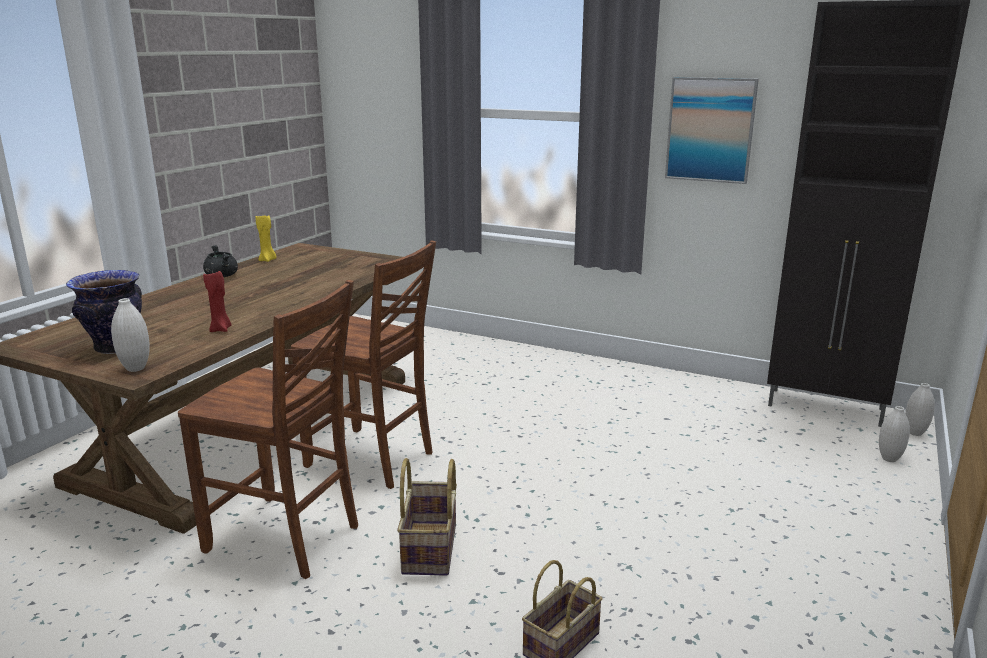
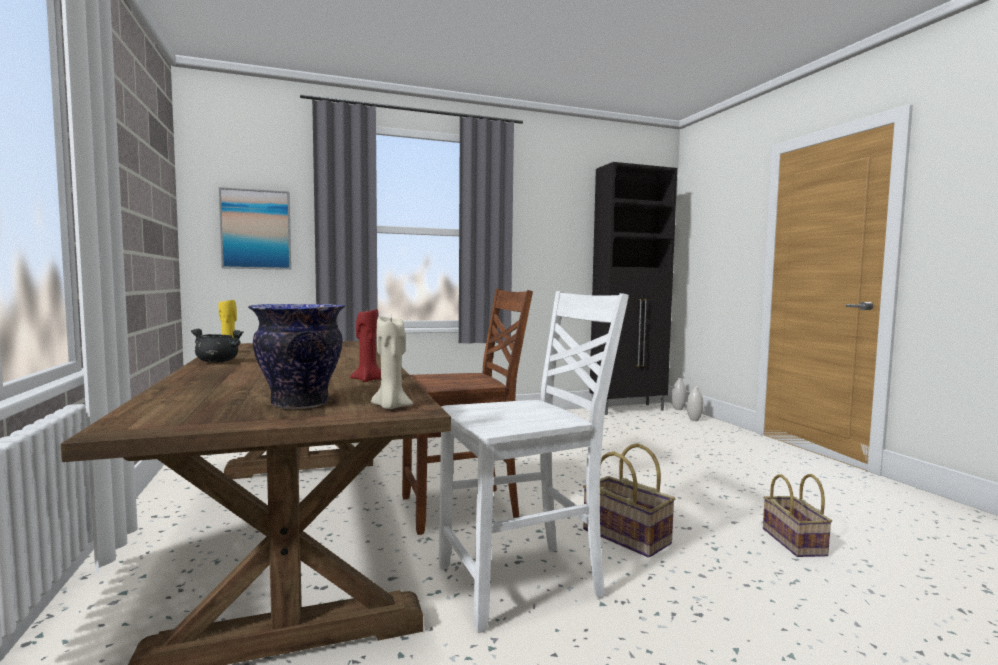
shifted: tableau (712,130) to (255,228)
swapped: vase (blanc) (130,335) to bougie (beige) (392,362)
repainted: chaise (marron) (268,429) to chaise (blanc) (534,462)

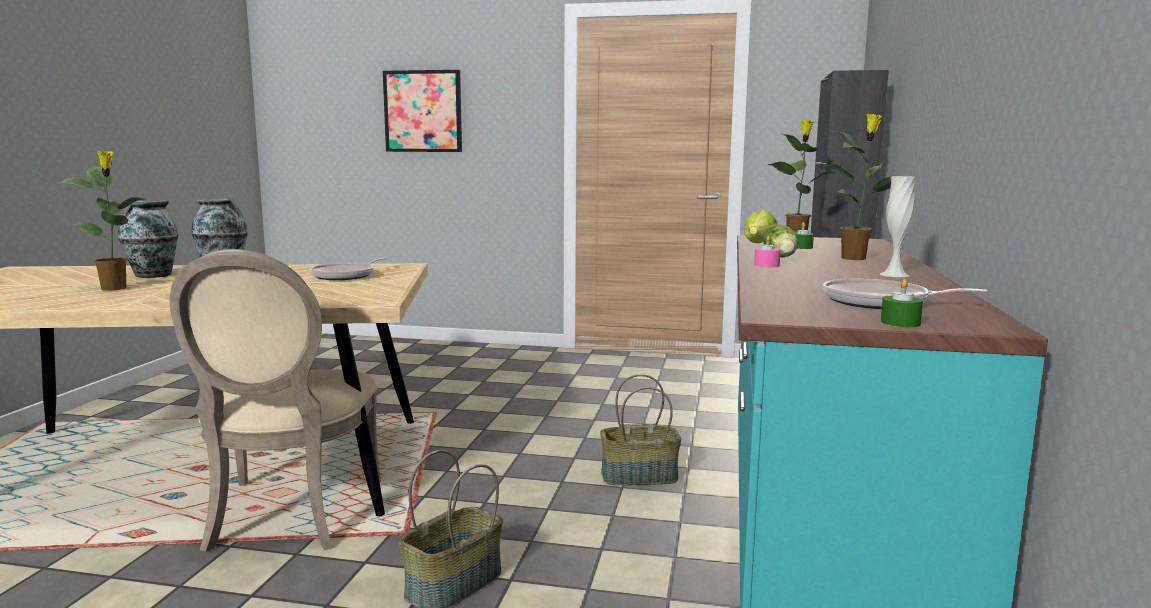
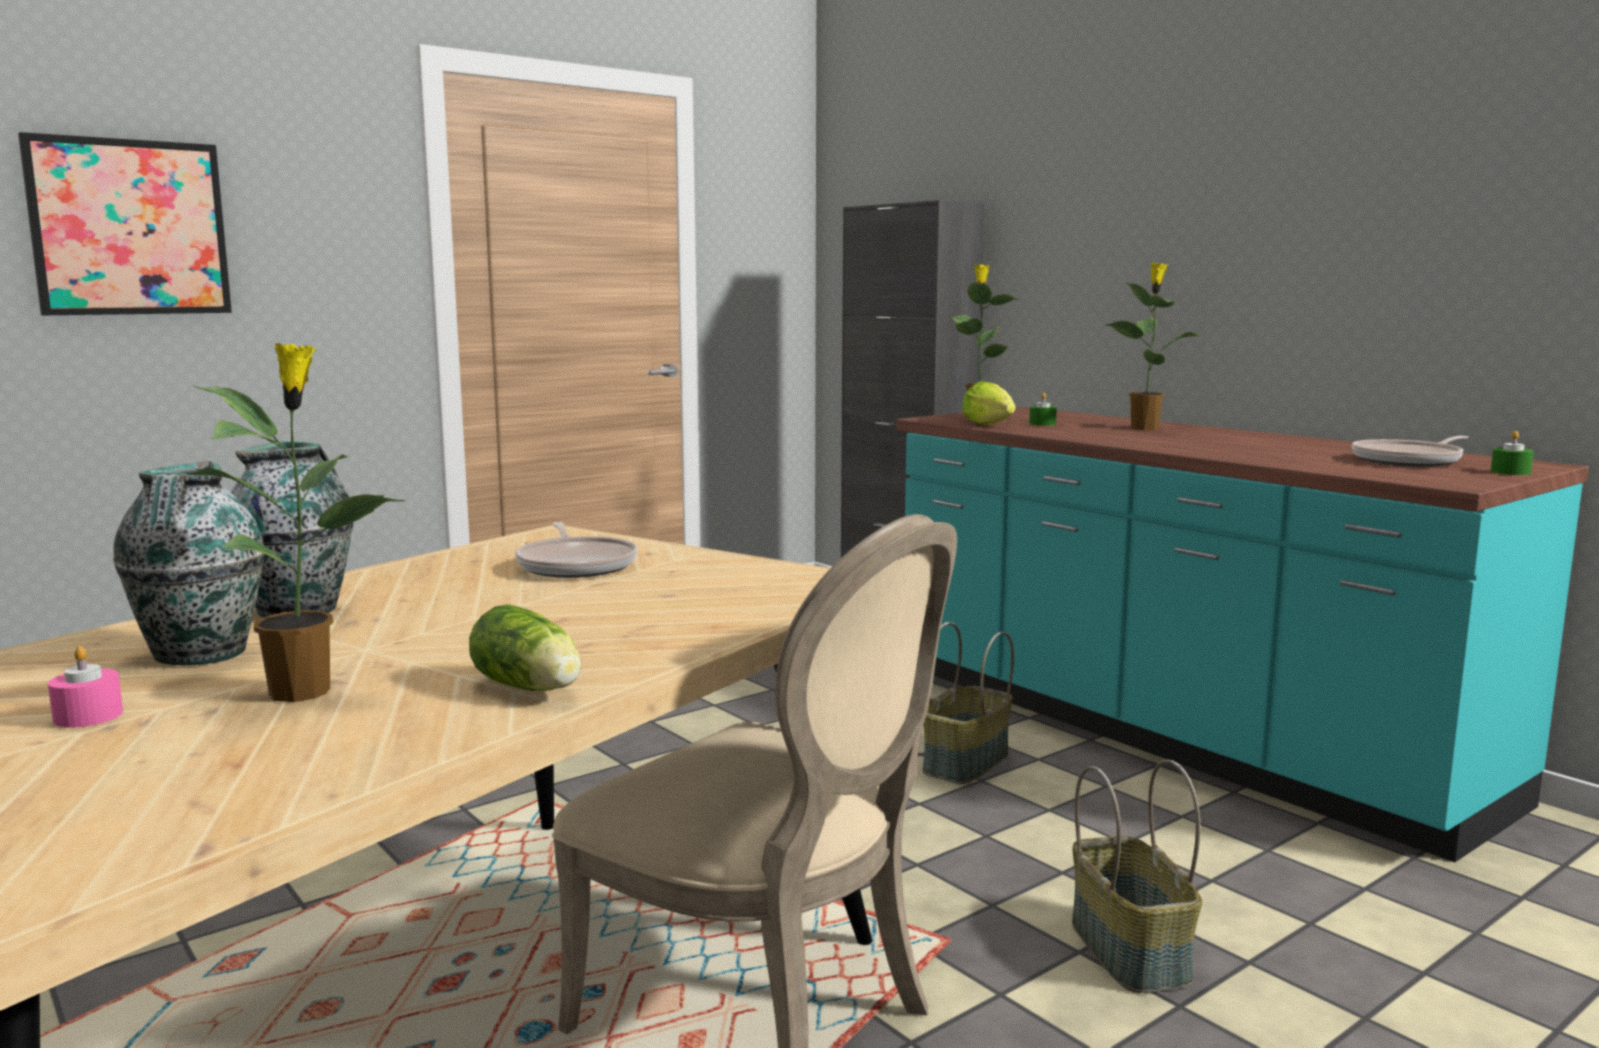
gone: vase (blanc) (898,226)
shifted: bougie (rose) (767,251) to (85,687); laitue (780,240) to (525,647)

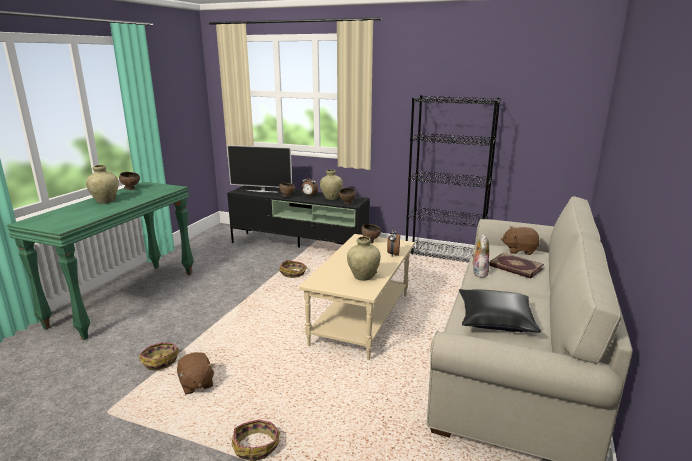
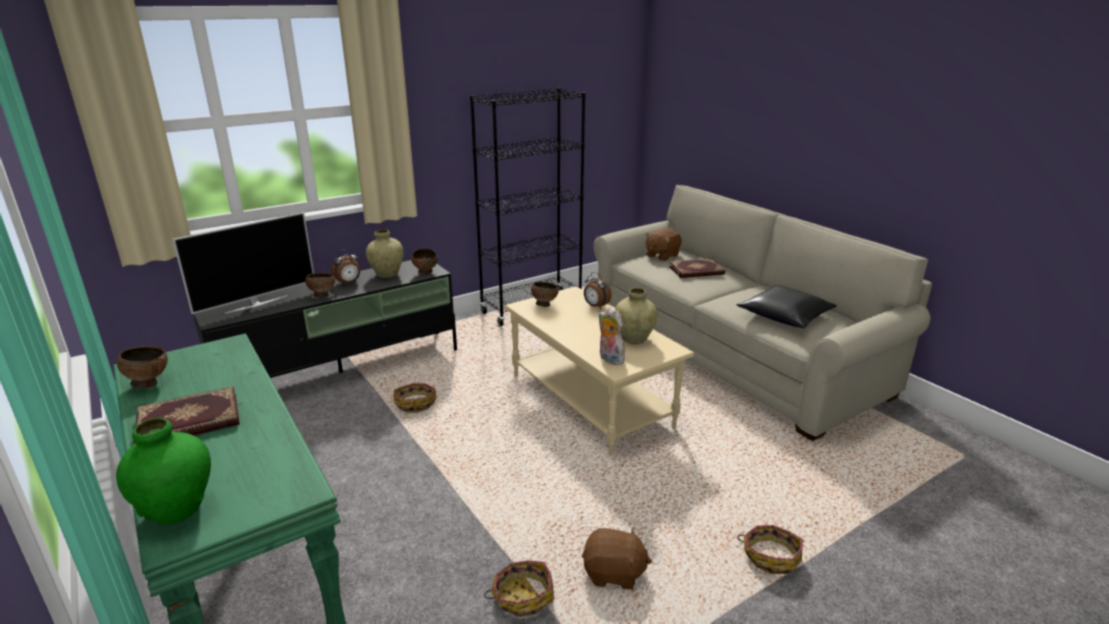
new: vase (vert) (163,471)
shifted: peluche (480,256) to (611,336)
swapped: vase (beige) (102,184) to livre (187,415)

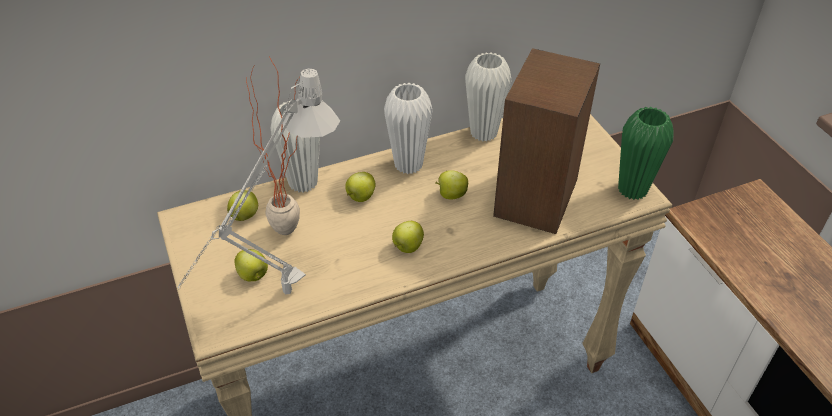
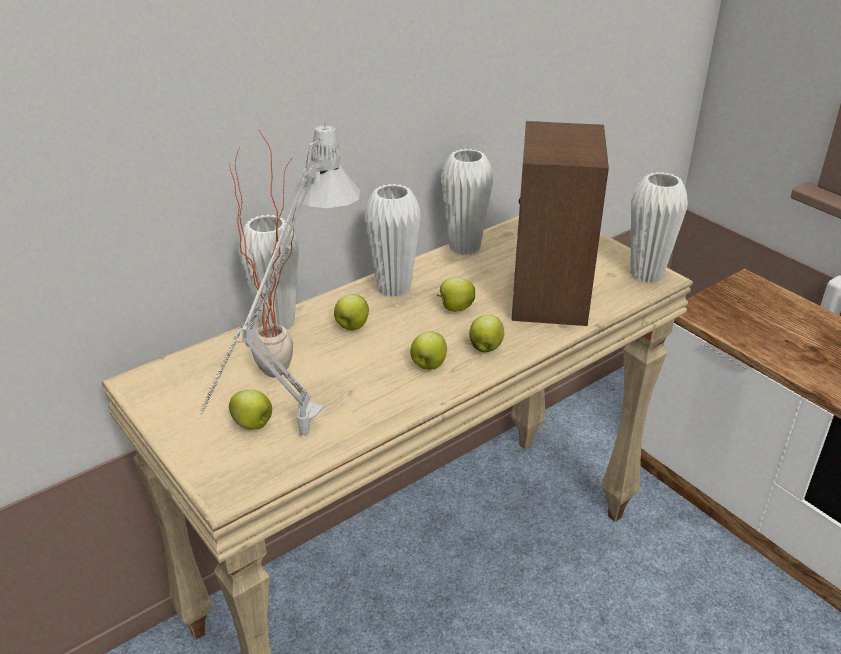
shifted: pomme (242,205) to (486,333)
repainted: vase (vert) (645,153) to vase (blanc) (659,227)

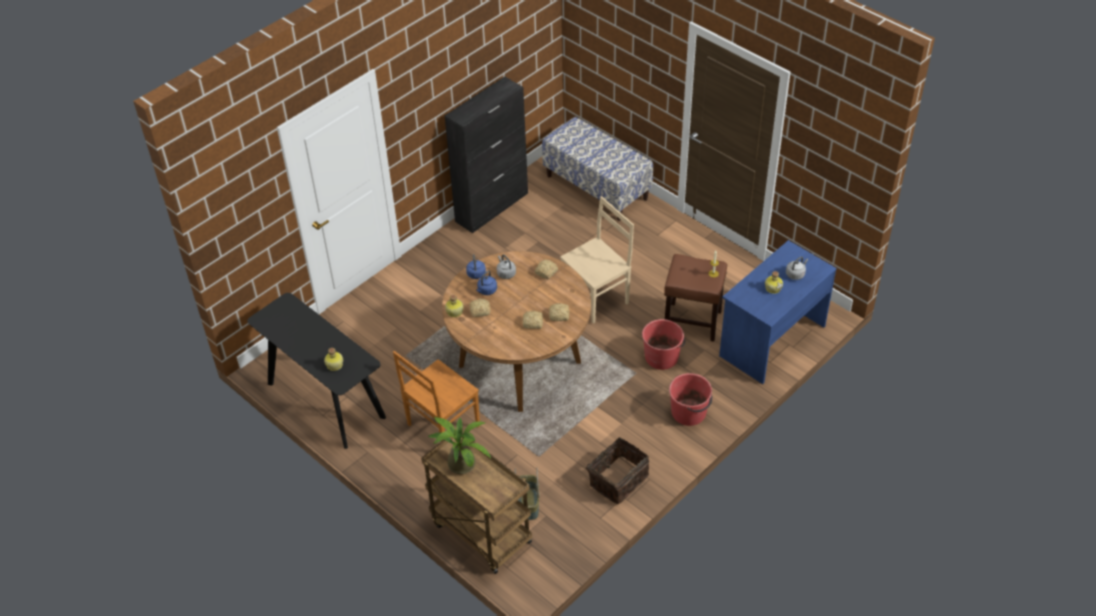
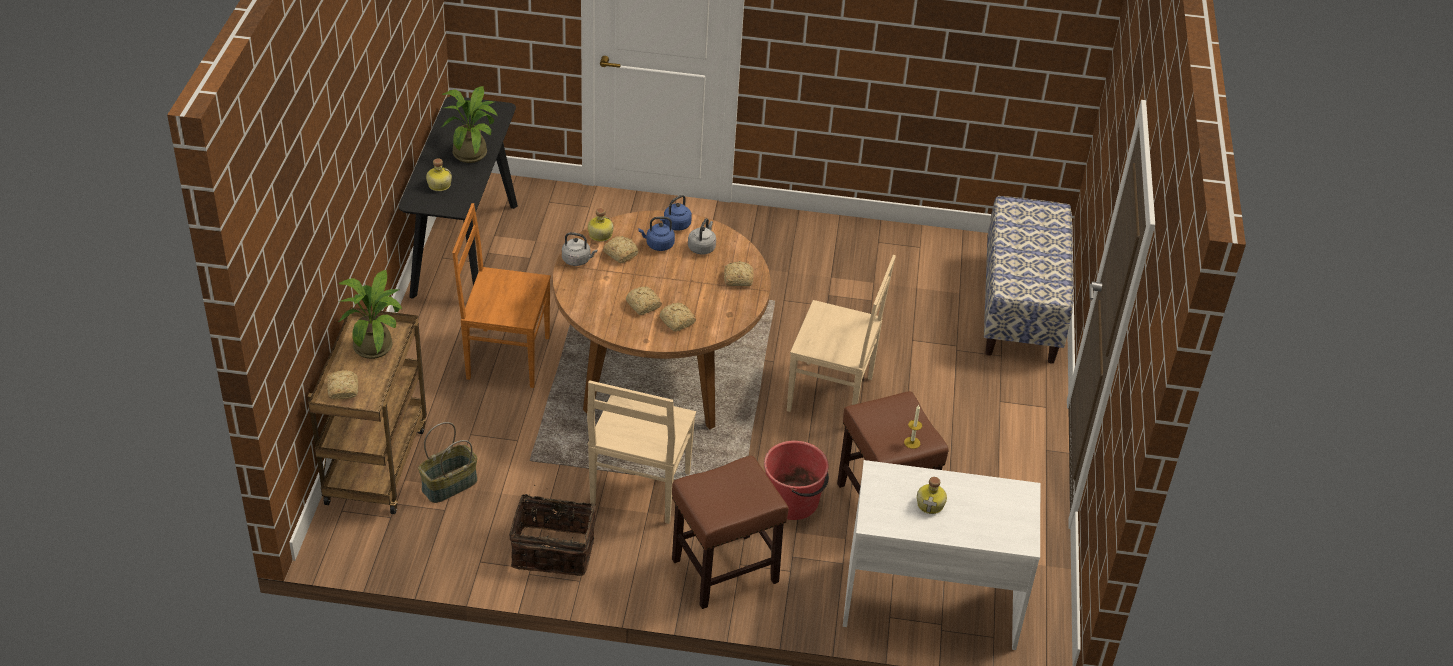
gone: meuble de rangement (noir) (486,155)
new: pain (342,385); plante en pot (469,124); chaise (beige) (641,452)
shifted: bouilloire (gris) (797,268) to (579,249)
swapped: seau (rouge) (690,399) to tabouret (marron) (730,532)
repainted: bureau (bleu) (778,312) to bureau (blanc) (941,555)

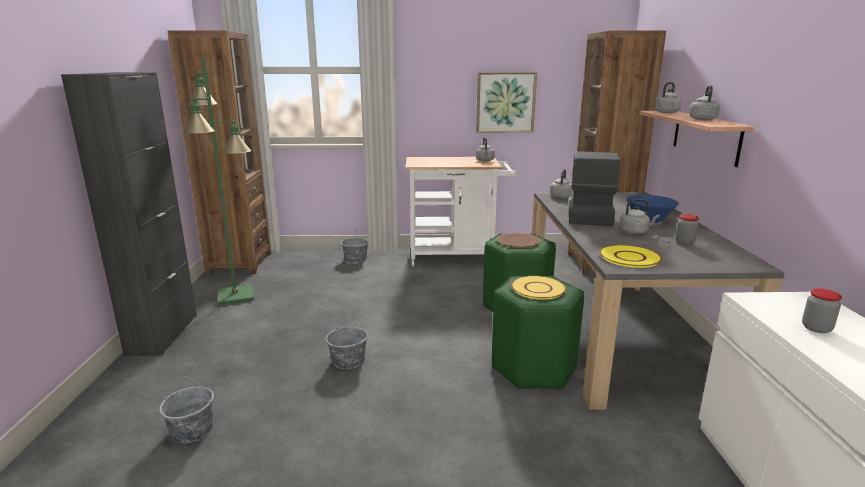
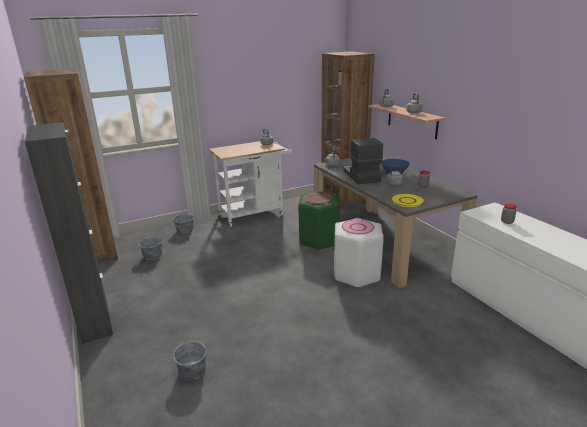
gone: lampadaire (vert) (218,181); tableau (506,102)
shifted: seau (gris) (347,343) to (150,245)
repainted: tabouret (vert) (538,333) to tabouret (blanc) (359,253); assiette (jaune) (538,288) to assiette (rose) (358,227)

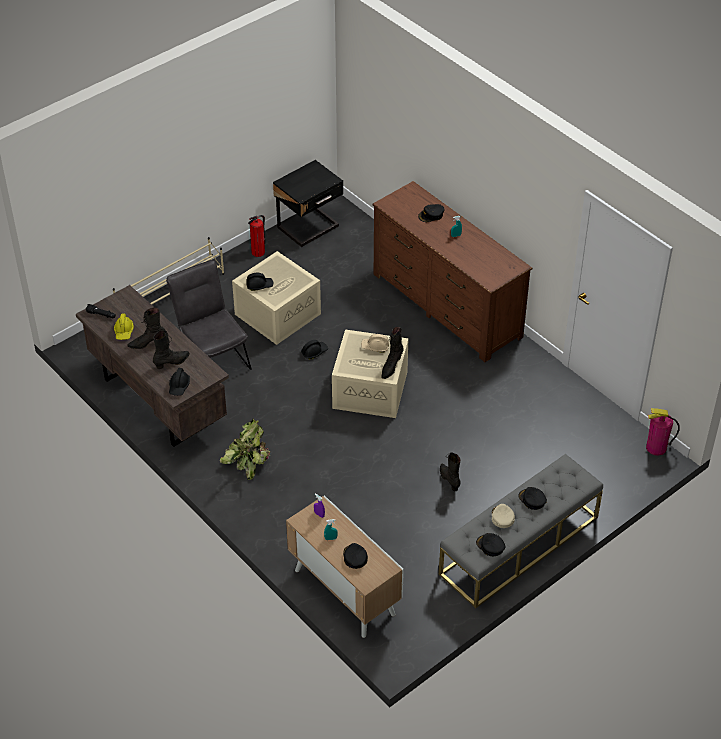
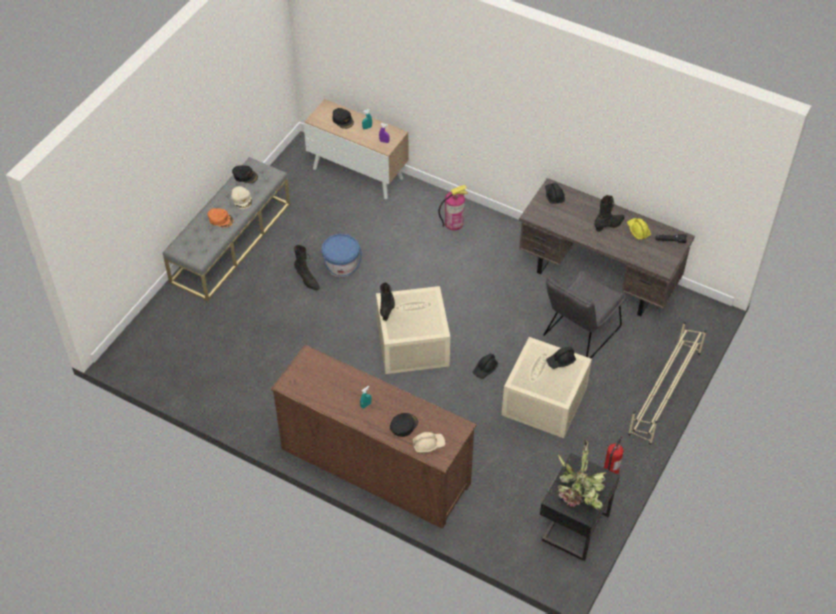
gone: botte (noir) (171,349)
new: seau (bleu) (341,255)
shifted: plante en pot (245,449) to (582,475); casque de chantier (beige) (375,343) to (429,442); extincteur (663,432) to (453,207)
repainted: casquette (noir) (532,498) to casquette (orange) (220,218)
rotated: chaise (gris) (208,315) = (584,314) 90 degrees clockwise

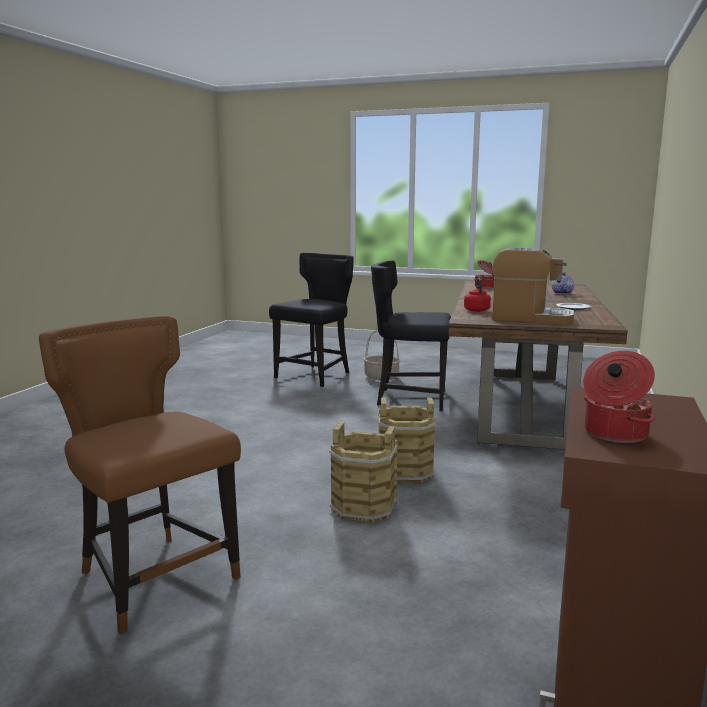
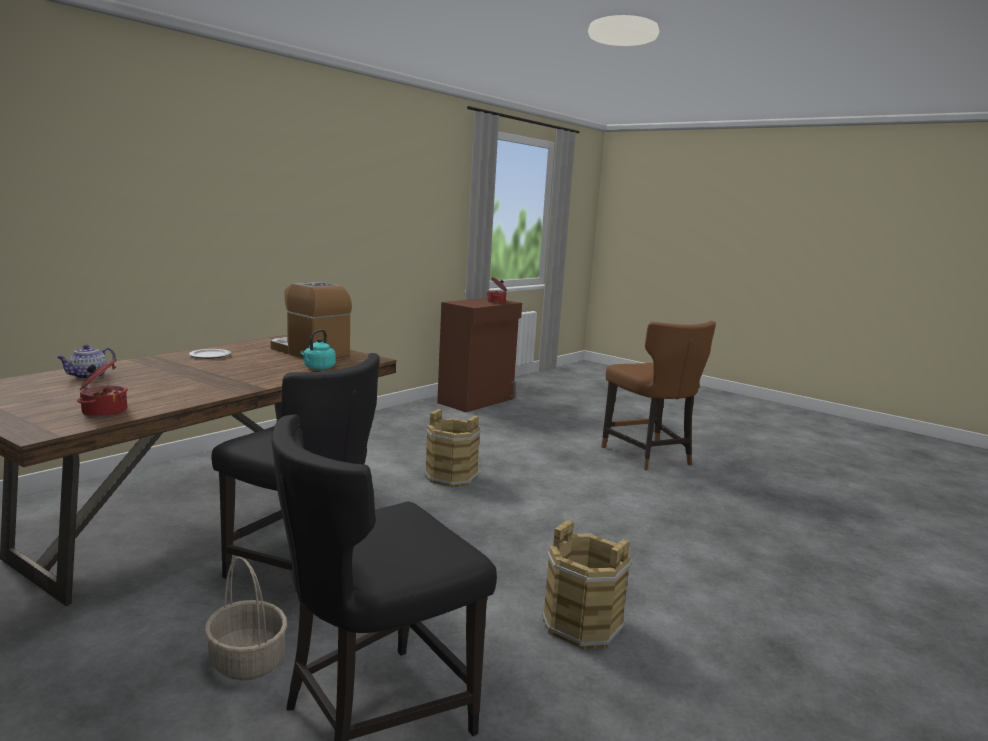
shifted: seau (marron) (363,472) to (587,585)
repainted: bouilloire (rouge) (477,295) to bouilloire (turquoise) (318,349)

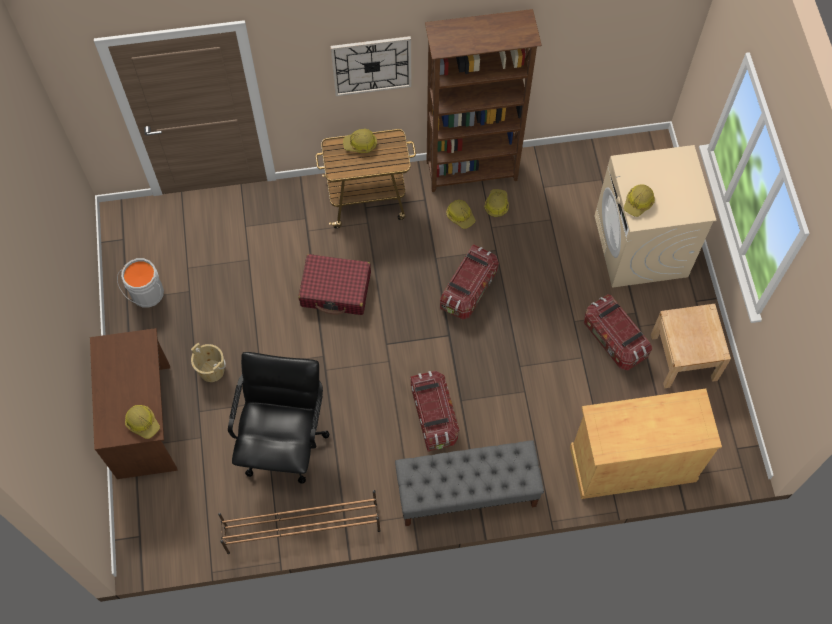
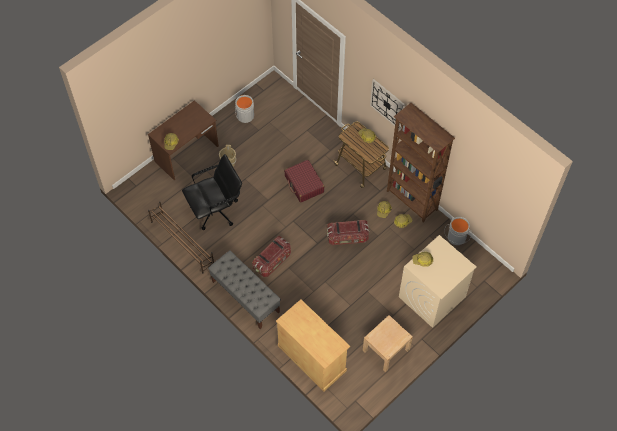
gone: boîte de rangement (618,332)
new: seau (gris) (458,231)

